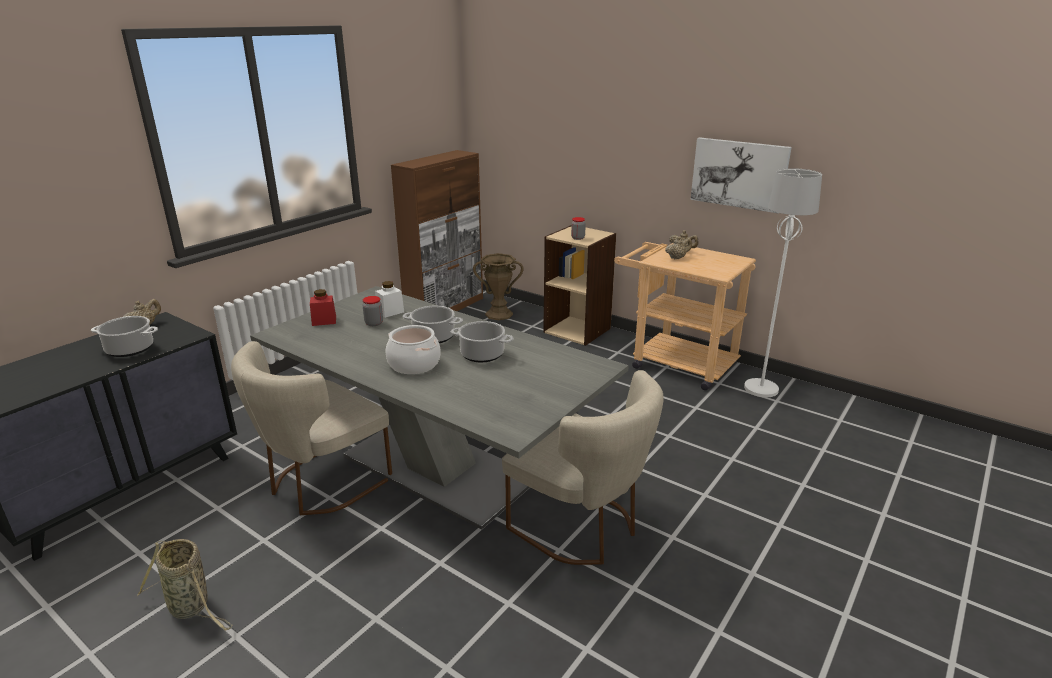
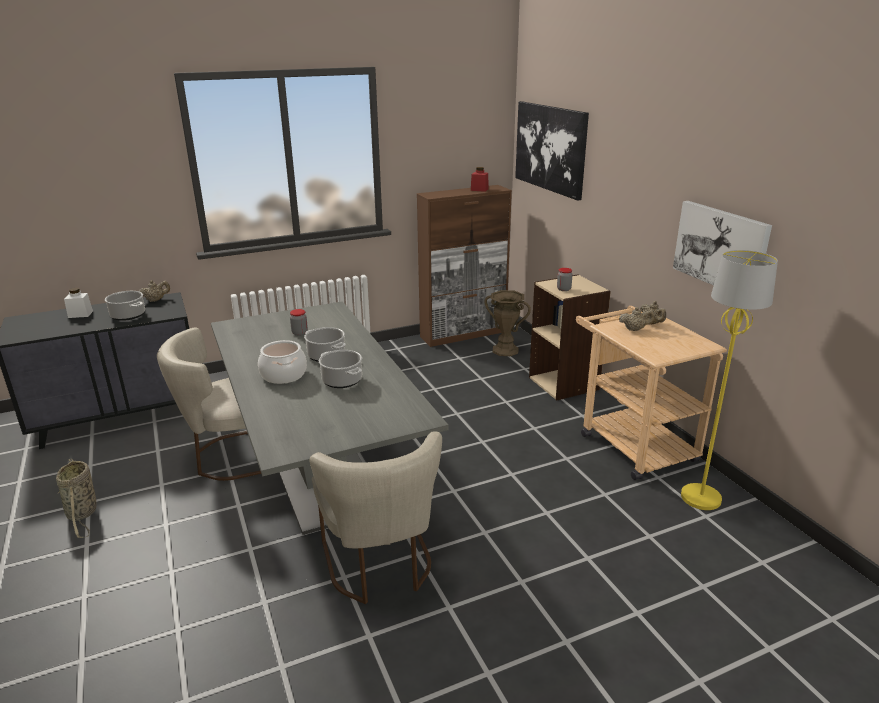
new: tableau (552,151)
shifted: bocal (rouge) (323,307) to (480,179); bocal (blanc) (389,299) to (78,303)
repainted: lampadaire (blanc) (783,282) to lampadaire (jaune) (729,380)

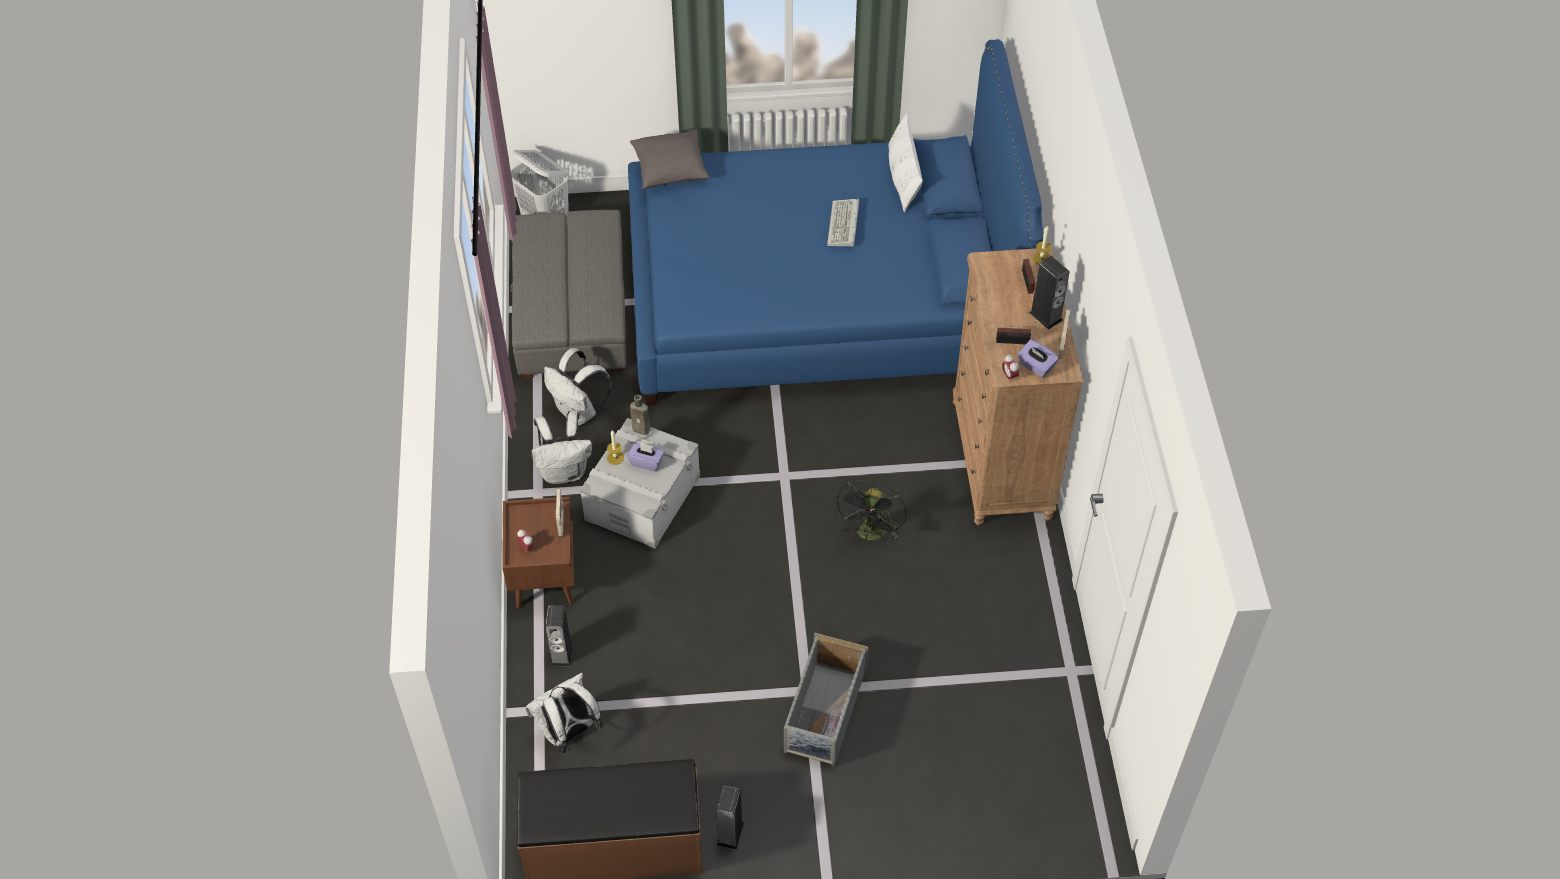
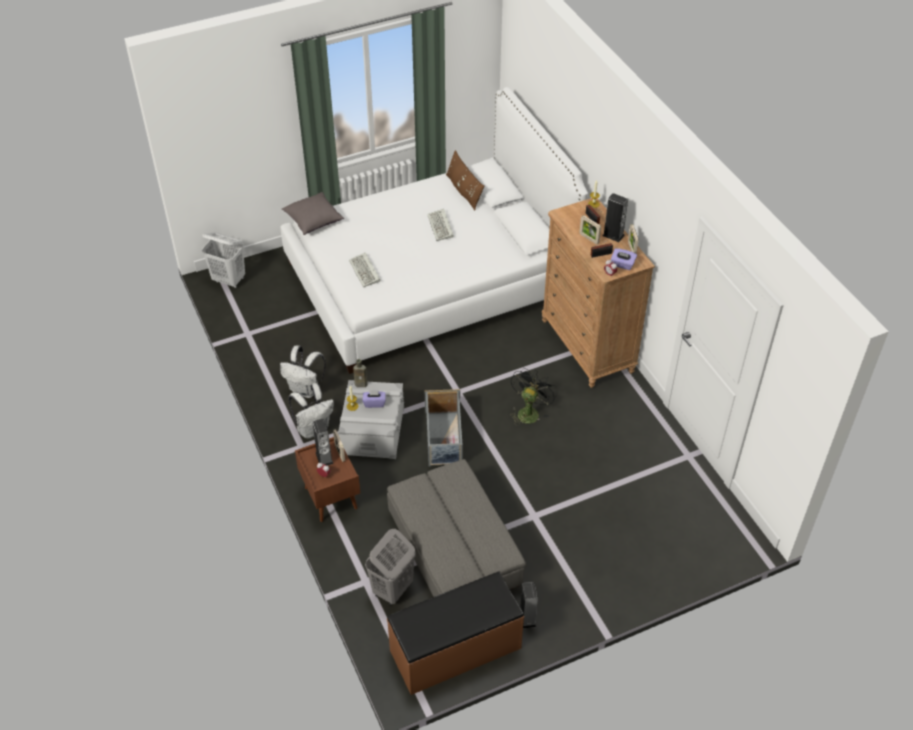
new: clavier (364,269); cadre photo (590,229)
shifted: pouf (gris) (568,294) to (456,528); enceinte (559,636) to (322,442); boîte de rangement (gris) (826,700) to (444,428)
swapped: sac à dos (blanc) (564,713) to panier à linge (gris) (390,567)
repainted: lit (bleu) (835,222) to lit (blanc) (434,230); coussin (blanc) (906,163) to coussin (marron) (465,180)
rotated: ventilateur (noir) (870,510) = (533,397) 150 degrees counterclockwise

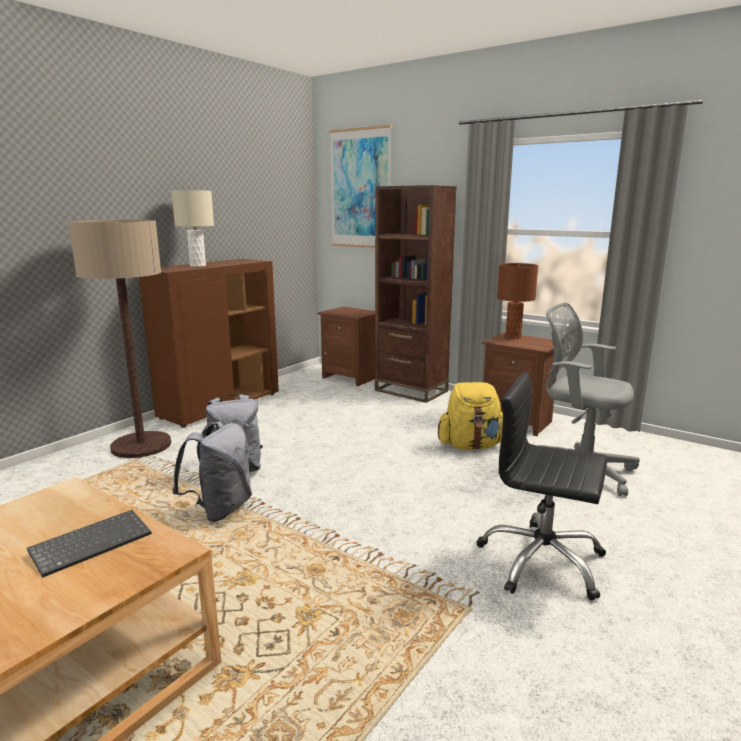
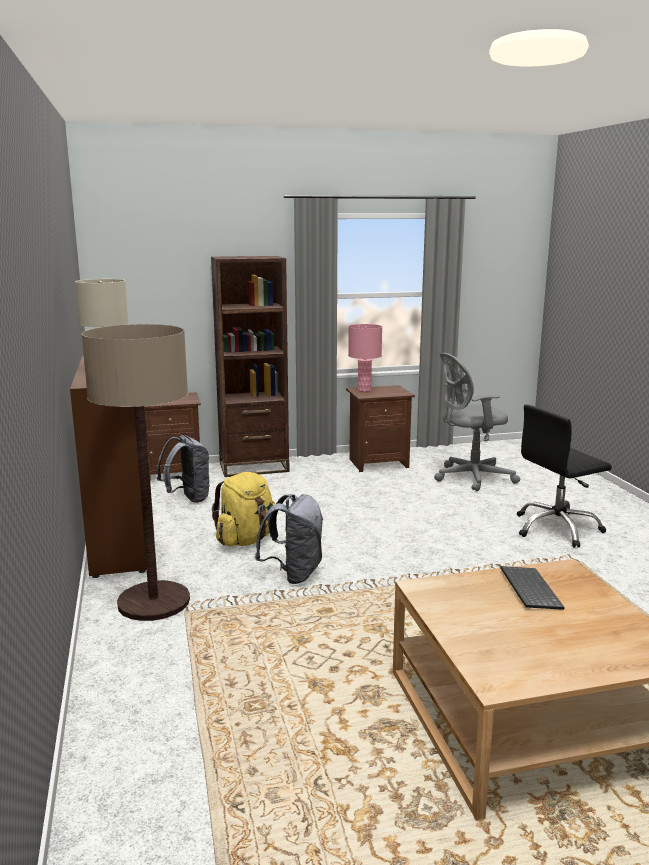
gone: tableau (360,186)
shifted: sac à dos (gris) (212,472) to (183,469); sac à dos (jaune) (470,416) to (244,509)
repainted: lampe de table (marron) (517,301) to lampe de table (rose) (365,358)

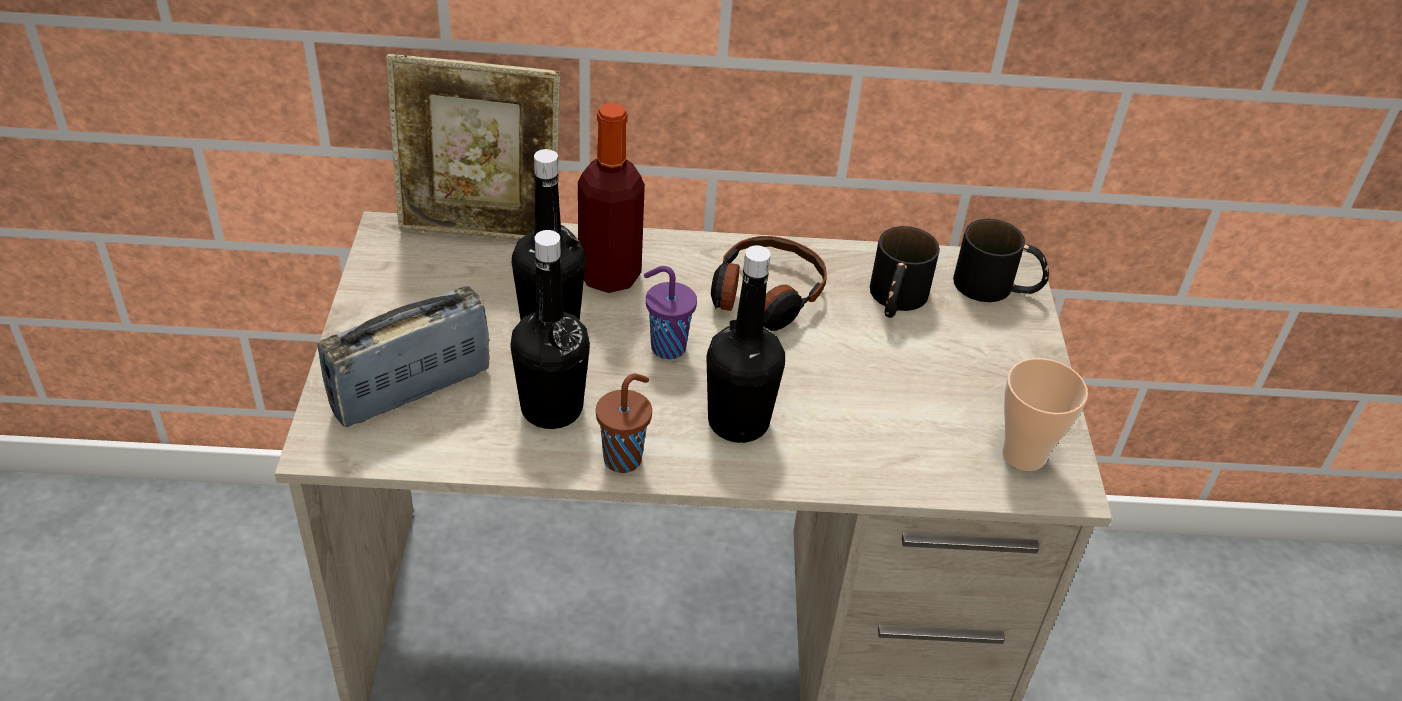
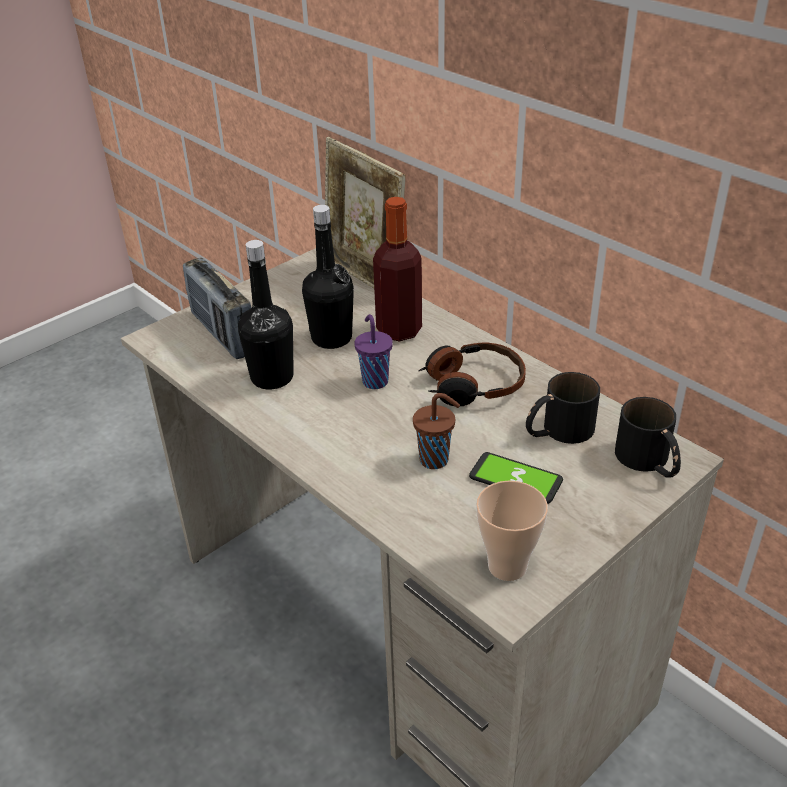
gone: bouteille (noir) (746,344)
new: téléphone (516,478)
shifted: tasse (marron) (624,423) to (436,431)
rotated: radio (404,356) = (217,308) 135 degrees counterclockwise

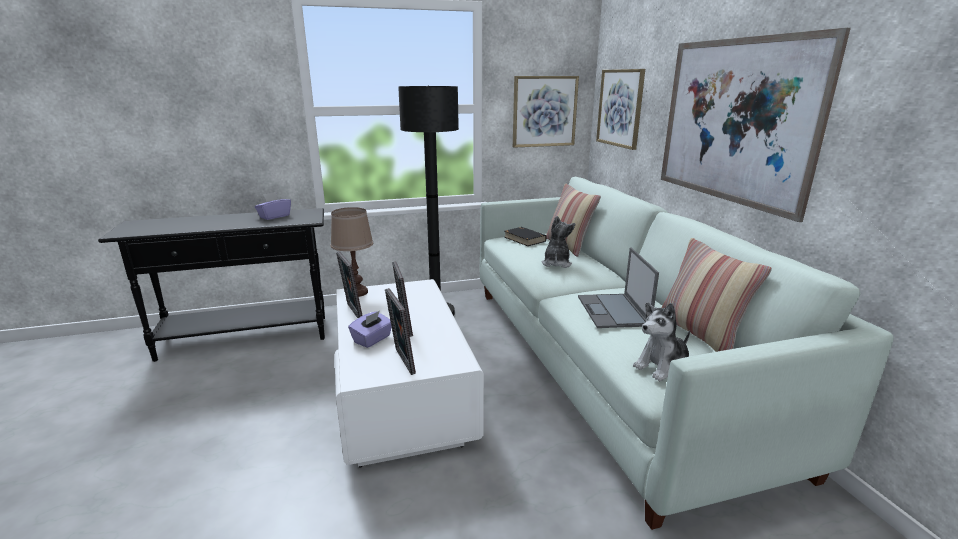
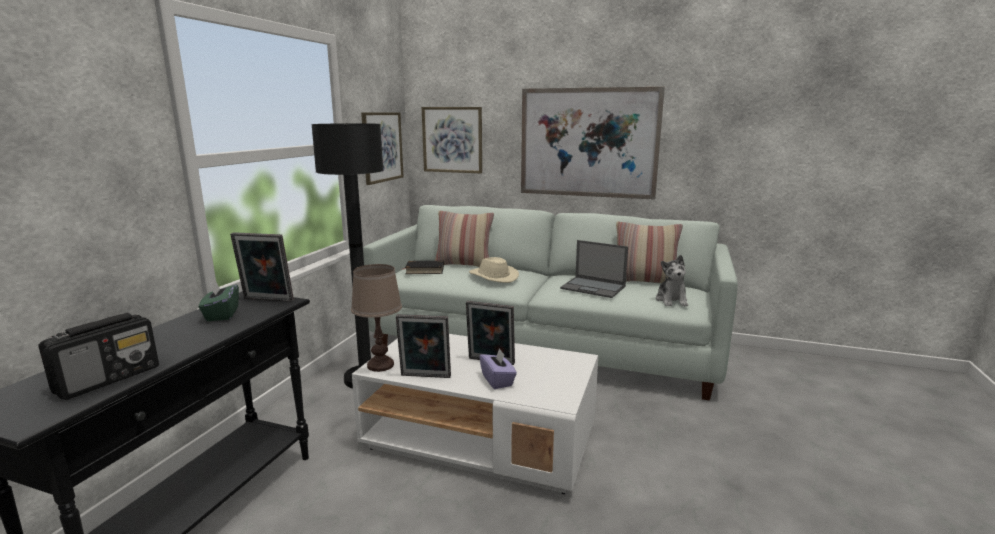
new: radio (98,356)
shifted: cadre photo (400,331) to (262,267)
swapped: peluche (558,242) to chapeau (beige) (494,270)
repainted: boîte à mouchoirs (violet) (273,206) to boîte à mouchoirs (vert) (219,300)

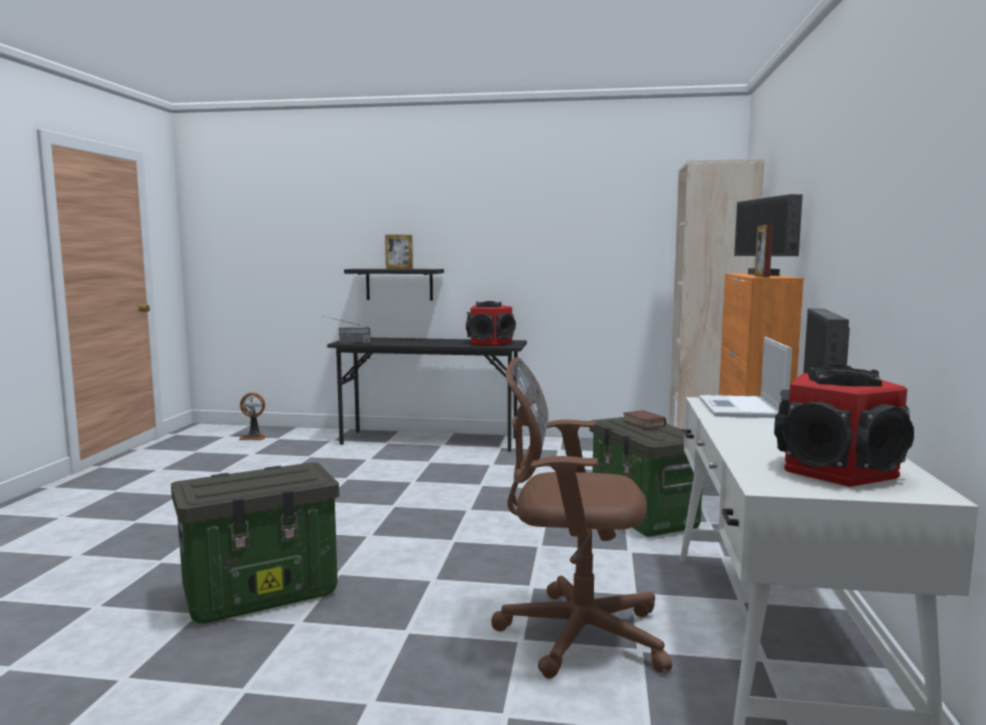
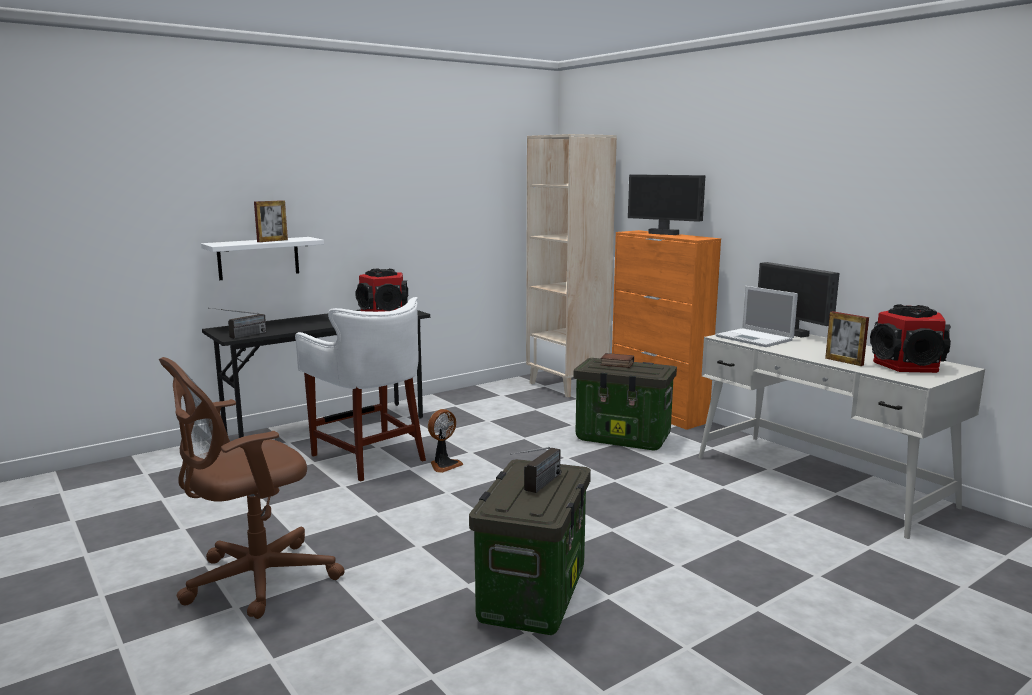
new: tabouret (blanc) (360,389); radio (536,470)
shifted: ventilateur (252,416) to (445,441); chaise de bureau (marron) (581,517) to (251,488); cadre photo (764,251) to (847,338)
repainted: étagère (noir) (394,285) to étagère (blanc) (262,258)

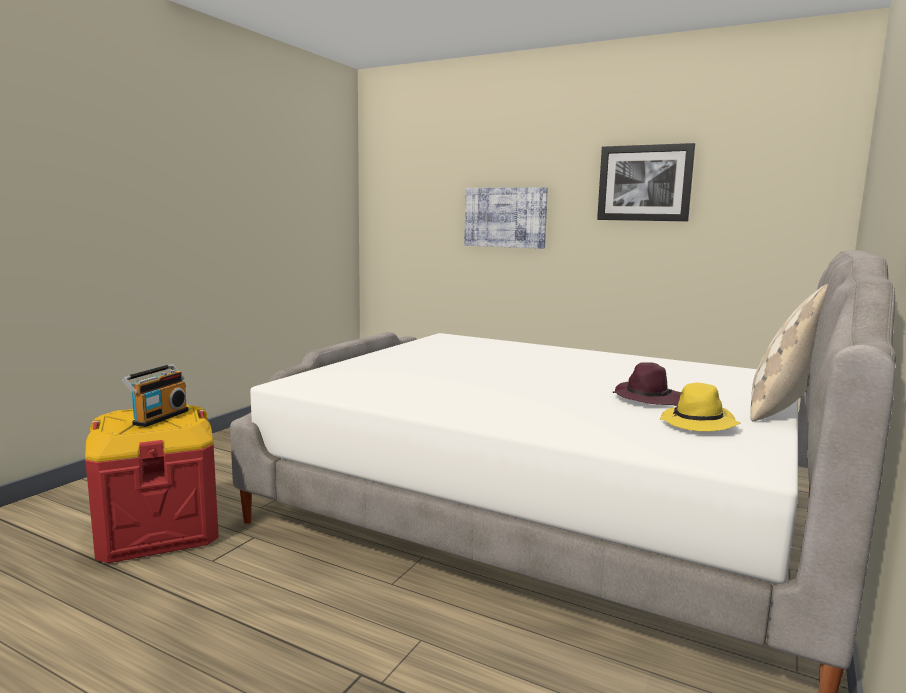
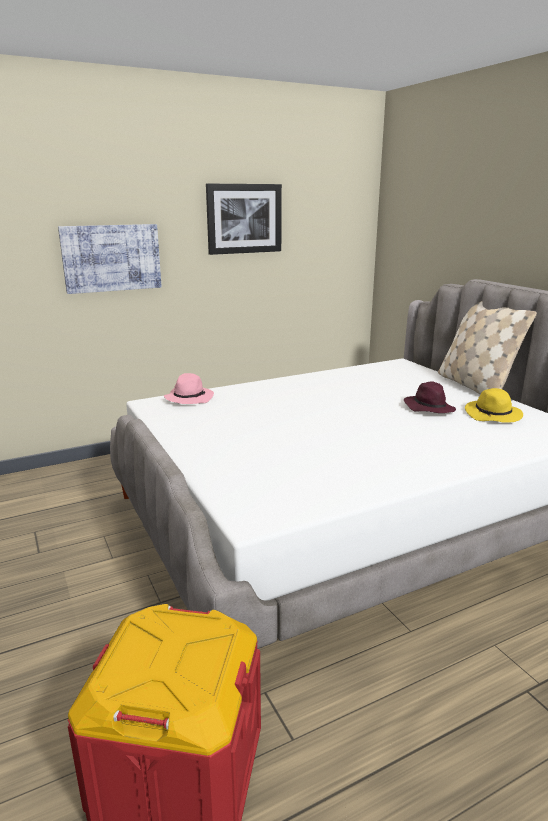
gone: radio (155,395)
new: chapeau (rose) (189,388)

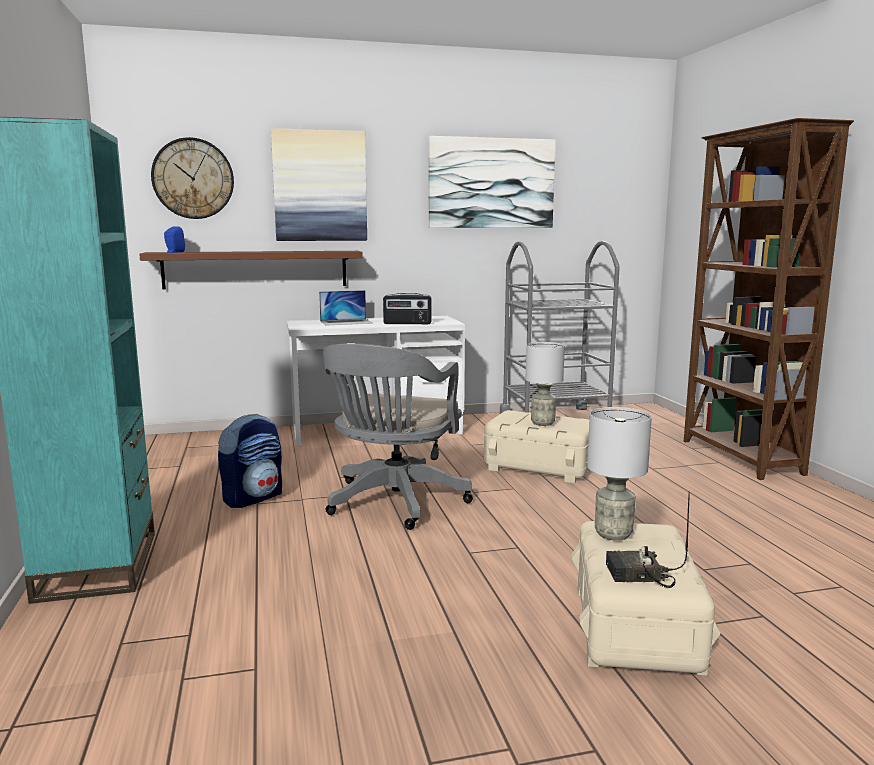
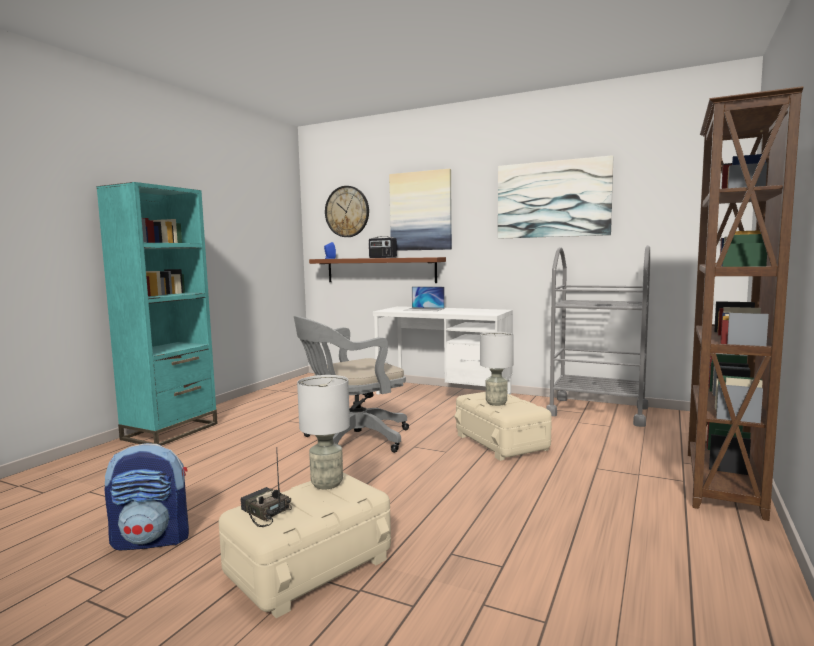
shifted: sac à dos (250,460) to (147,496); radio (407,308) to (383,247)

